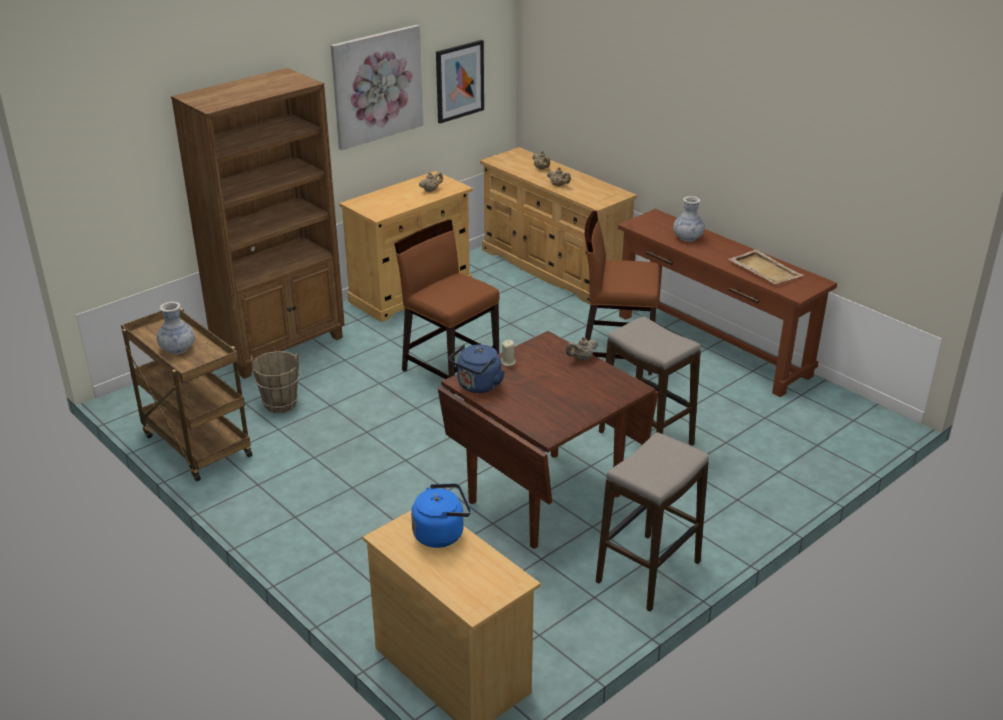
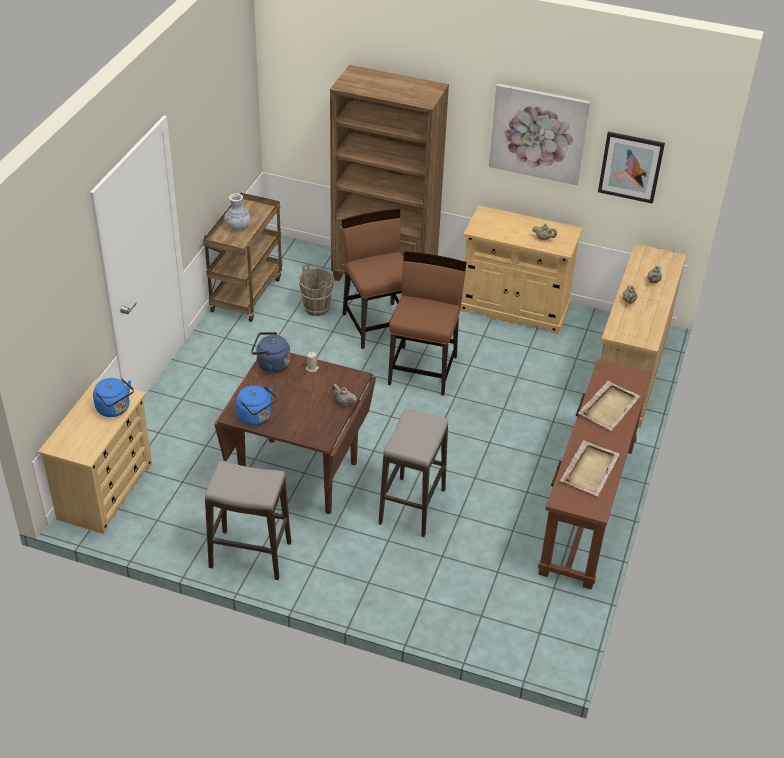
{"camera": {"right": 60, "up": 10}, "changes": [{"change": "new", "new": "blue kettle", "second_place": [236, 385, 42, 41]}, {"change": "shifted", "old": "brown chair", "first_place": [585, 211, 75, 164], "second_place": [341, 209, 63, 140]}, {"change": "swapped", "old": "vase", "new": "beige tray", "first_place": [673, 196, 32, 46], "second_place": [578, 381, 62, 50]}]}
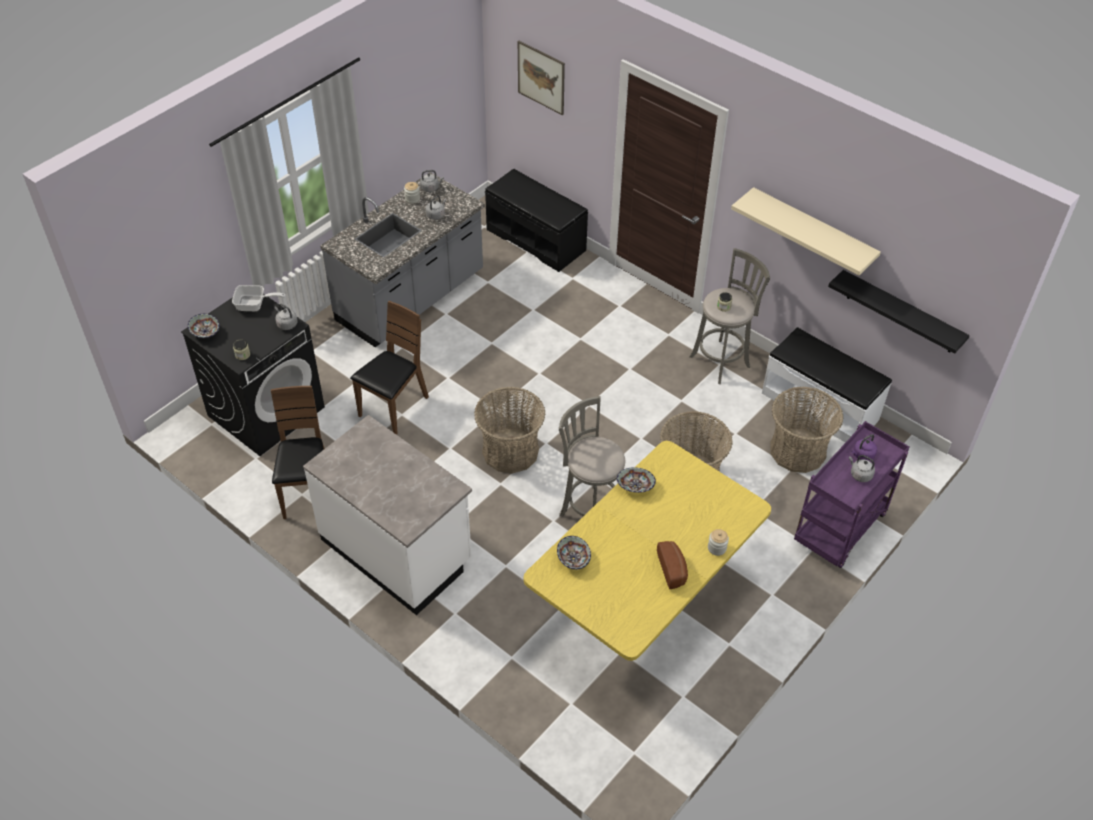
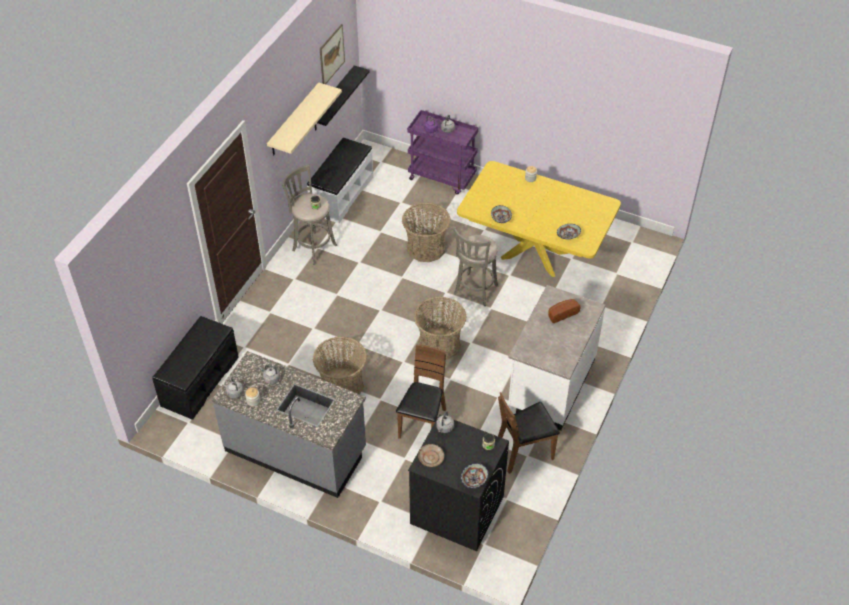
{"camera": {"right": -105, "up": 0}, "changes": [{"change": "shifted", "old": "basket", "first_place": [770, 387, 74, 86], "second_place": [313, 336, 54, 58]}, {"change": "shifted", "old": "picture", "first_place": [518, 41, 47, 74], "second_place": [320, 24, 25, 60]}, {"change": "rotated", "old": "brown chair", "first_place": [350, 301, 79, 134], "second_place": [396, 344, 50, 95], "degrees": 90}, {"change": "swapped", "old": "frying pan", "new": "beige plate", "first_place": [232, 285, 53, 26], "second_place": [418, 444, 26, 23]}, {"change": "shifted", "old": "bread", "first_place": [657, 541, 31, 48], "second_place": [548, 299, 32, 24]}]}
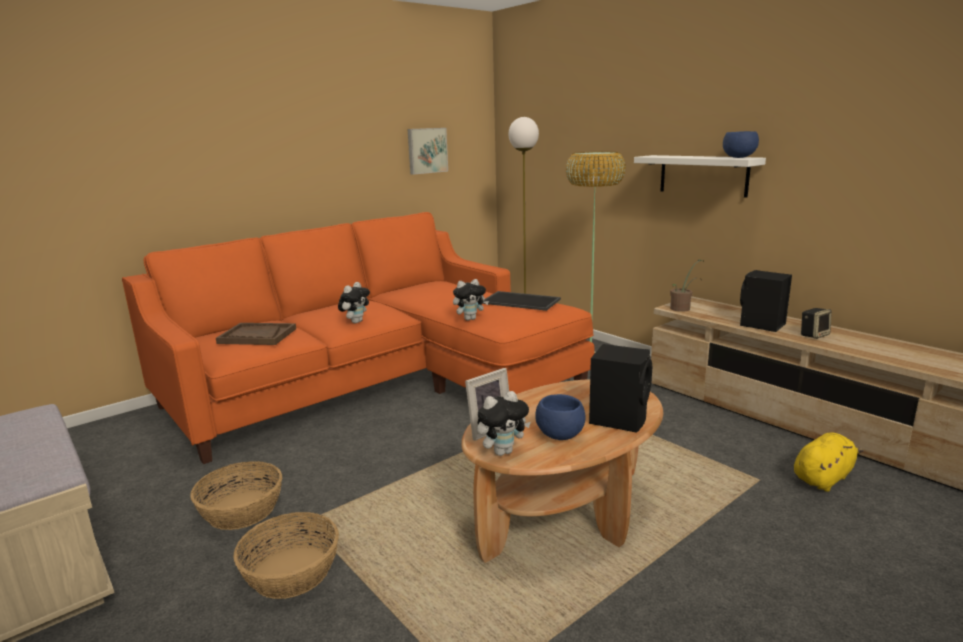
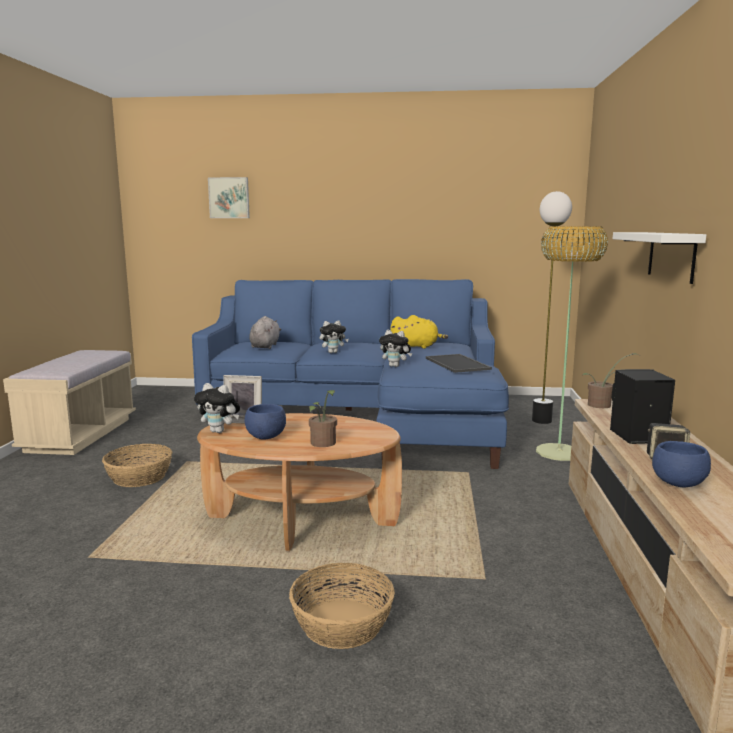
{"camera": {"right": 45, "up": -5}, "changes": [{"change": "repainted", "old": "orange sofa", "new": "blue sofa", "first_place": [122, 212, 472, 252], "second_place": [192, 279, 317, 190]}, {"change": "shifted", "old": "picture", "first_place": [408, 128, 40, 47], "second_place": [208, 177, 42, 41]}, {"change": "swapped", "old": "brown tray", "new": "grey plush toy", "first_place": [216, 323, 80, 22], "second_place": [249, 316, 32, 33]}, {"change": "shifted", "old": "basket", "first_place": [190, 461, 92, 69], "second_place": [289, 563, 106, 86]}, {"change": "swapped", "old": "black speaker", "new": "potted plant", "first_place": [589, 344, 63, 89], "second_place": [309, 390, 28, 57]}, {"change": "shifted", "old": "yellow plush toy", "first_place": [794, 433, 70, 59], "second_place": [391, 315, 57, 34]}, {"change": "shifted", "old": "blue bowl", "first_place": [723, 131, 36, 27], "second_place": [652, 441, 59, 47]}]}
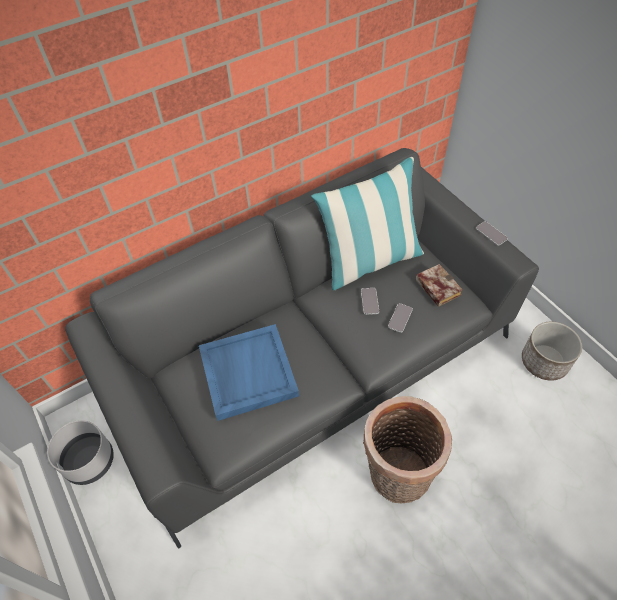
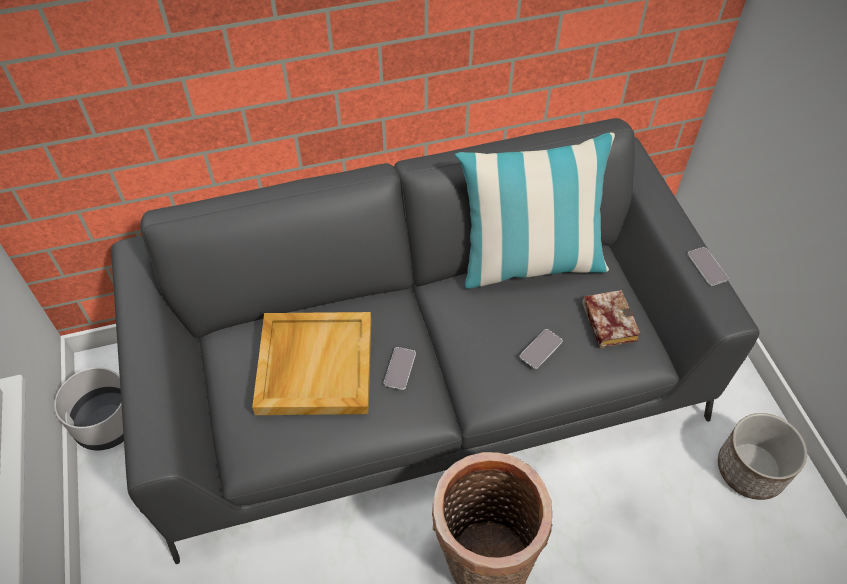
{"camera": {"right": 15, "up": 0}, "changes": [{"change": "repainted", "old": "blue tray", "new": "beige tray", "first_place": [199, 324, 100, 97], "second_place": [252, 312, 119, 103]}, {"change": "shifted", "old": "phone", "first_place": [361, 288, 18, 27], "second_place": [384, 347, 32, 43]}]}
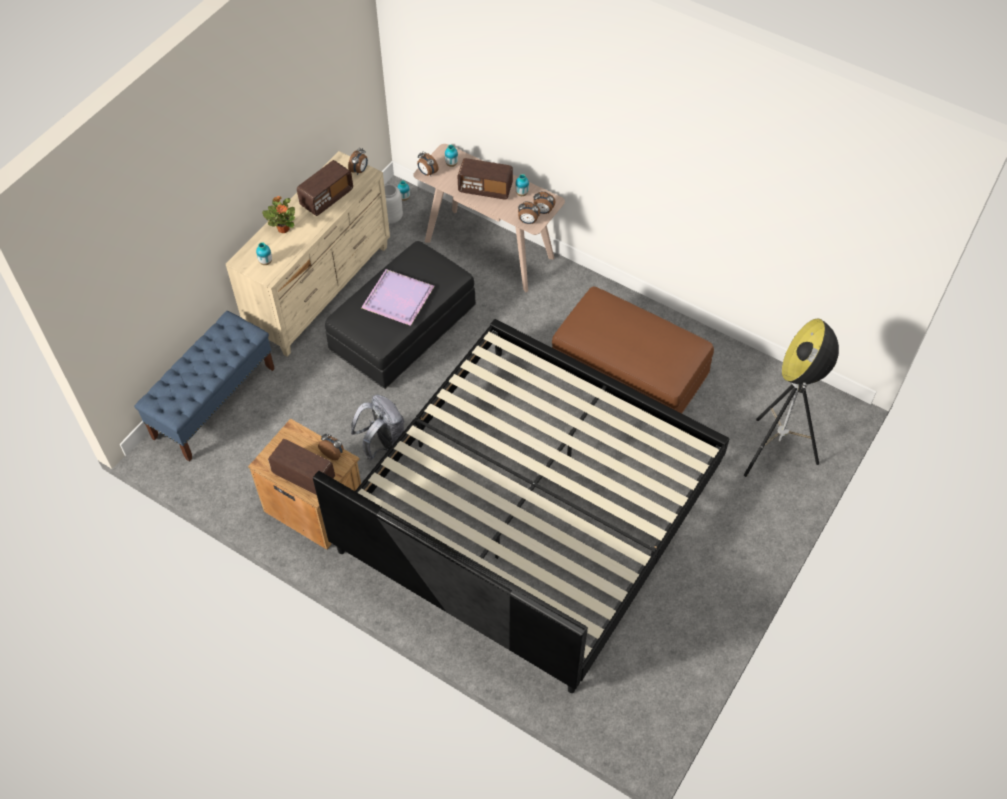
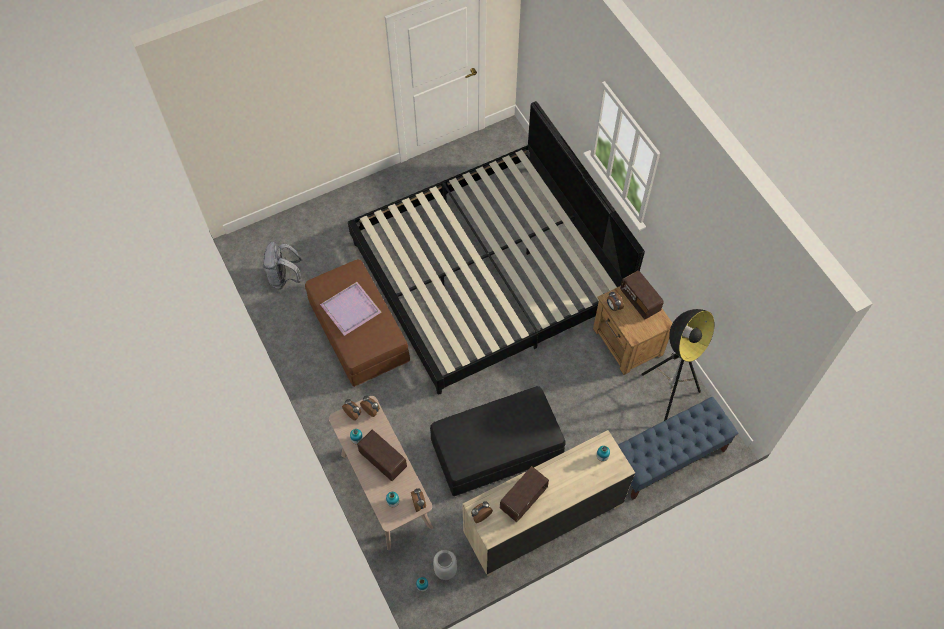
{"camera": {"right": -150, "up": 5}, "changes": [{"change": "shifted", "old": "grey backpack", "first_place": [351, 395, 53, 66], "second_place": [262, 242, 40, 47]}, {"change": "shifted", "old": "purple tray", "first_place": [361, 269, 74, 57], "second_place": [320, 282, 61, 54]}, {"change": "rotated", "old": "radio", "first_place": [297, 160, 56, 56], "second_place": [500, 466, 49, 56], "degrees": 150}, {"change": "shifted", "old": "floor lamp", "first_place": [744, 318, 95, 159], "second_place": [642, 309, 73, 112]}, {"change": "gone", "old": "potted plant", "first_place": [262, 196, 33, 37]}]}
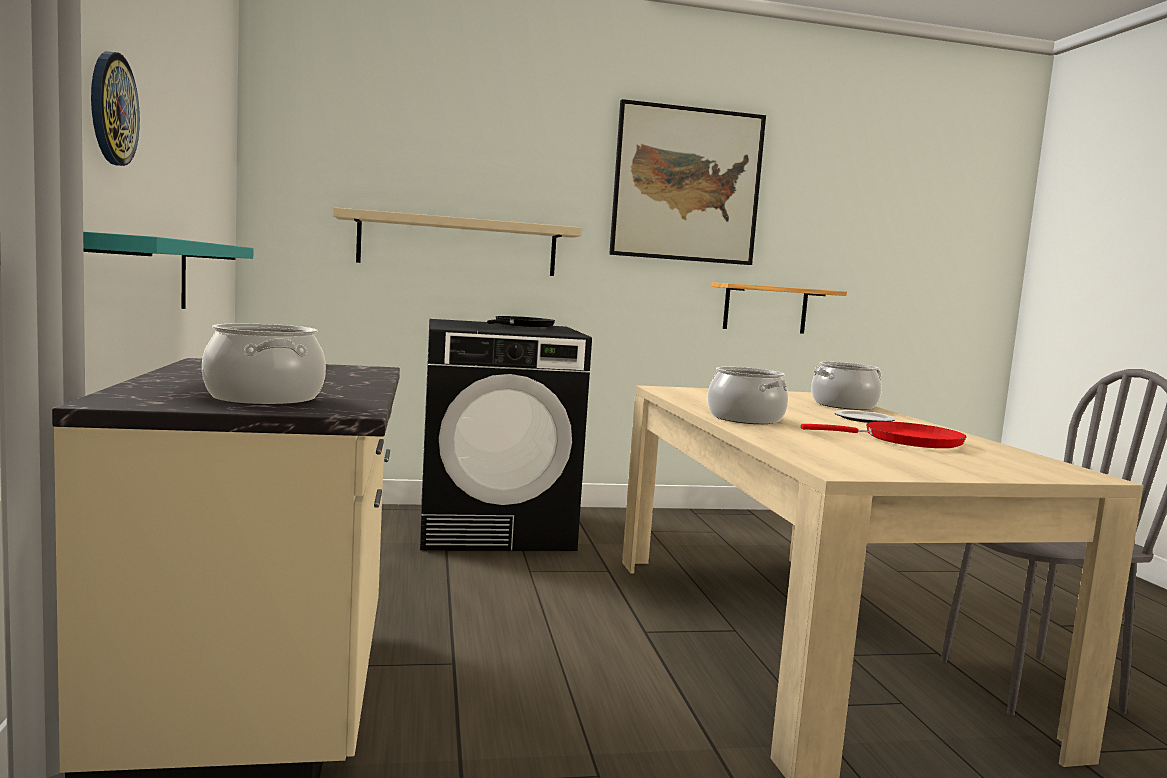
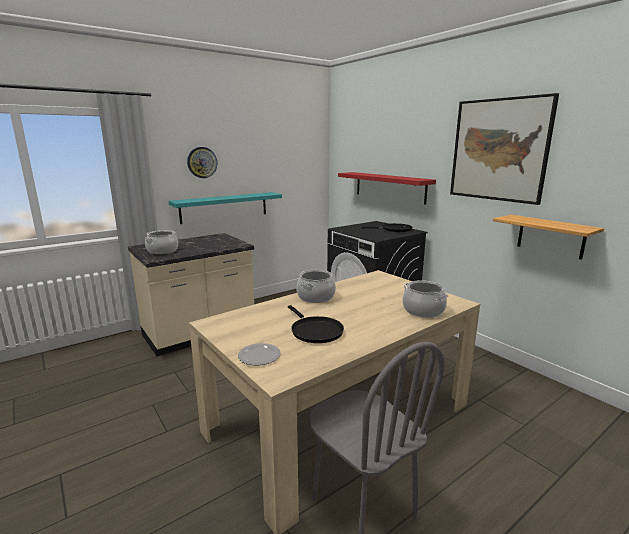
{"camera": {"right": 65, "up": 10}, "changes": [{"change": "shifted", "old": "plate", "first_place": [834, 410, 62, 13], "second_place": [238, 343, 43, 22]}, {"change": "repainted", "old": "red frying pan", "new": "black frying pan", "first_place": [801, 421, 165, 27], "second_place": [288, 305, 56, 38]}, {"change": "repainted", "old": "beige shelf", "new": "red shelf", "first_place": [333, 207, 249, 69], "second_place": [338, 172, 98, 33]}]}
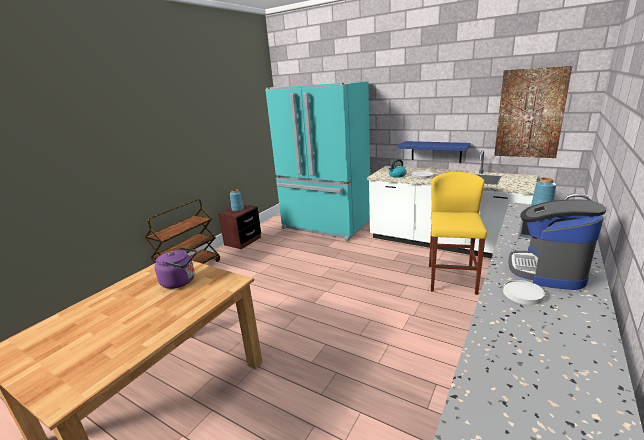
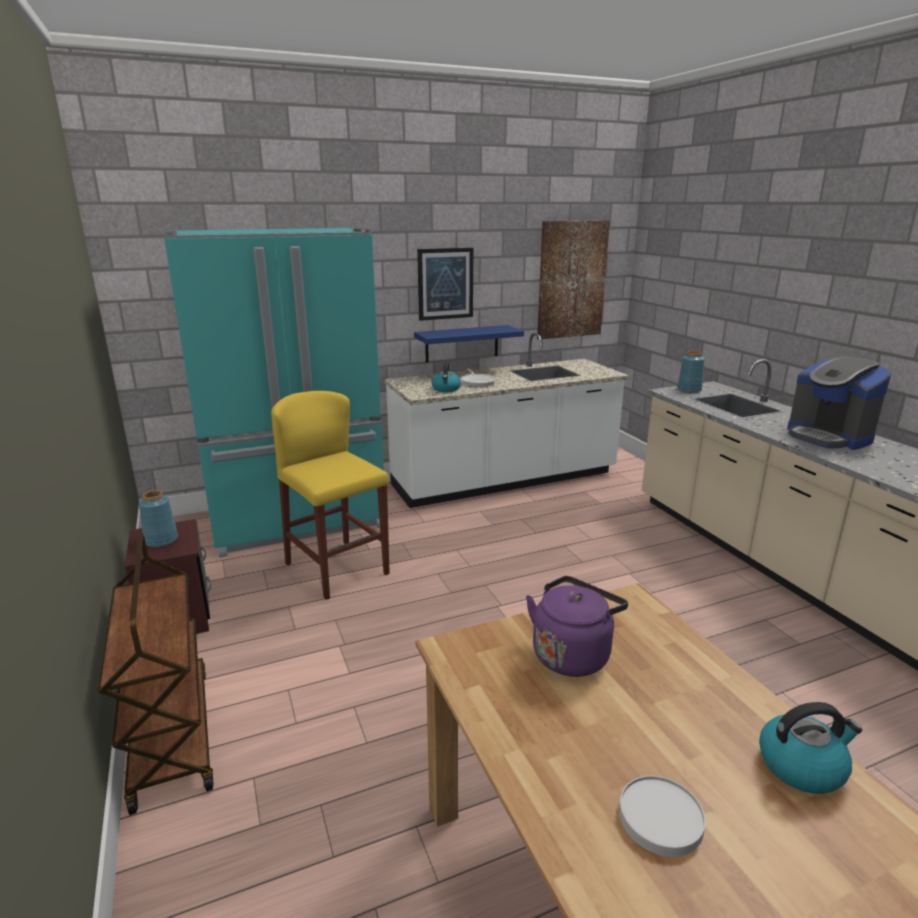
{"camera": {"right": -55, "up": 0}, "changes": [{"change": "shifted", "old": "yellow stool", "first_place": [429, 172, 58, 123], "second_place": [271, 391, 119, 209]}, {"change": "new", "new": "picture", "second_place": [417, 247, 56, 74]}, {"change": "shifted", "old": "white plate", "first_place": [503, 280, 42, 25], "second_place": [619, 776, 87, 81]}, {"change": "new", "new": "kettle", "second_place": [759, 702, 103, 92]}]}
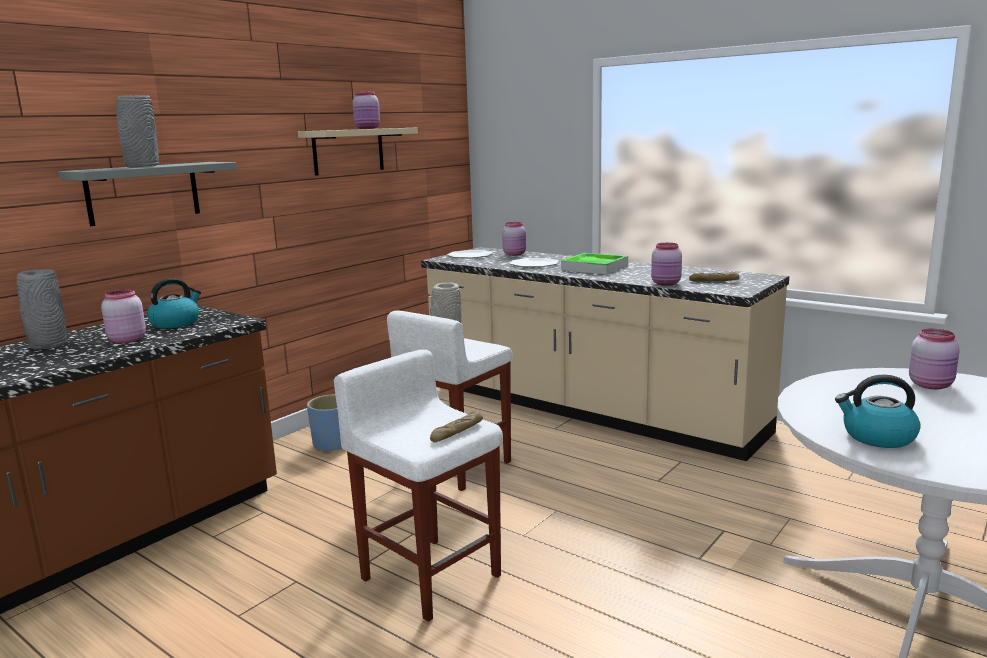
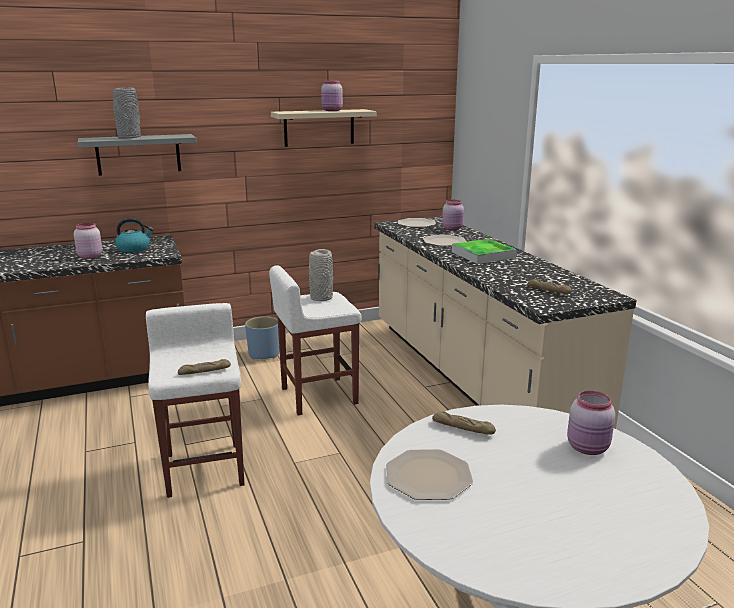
{"camera": {"right": 30, "up": 5}, "changes": [{"change": "swapped", "old": "kettle", "new": "plate", "first_place": [835, 375, 86, 73], "second_place": [386, 449, 87, 51]}, {"change": "new", "new": "bread", "second_place": [432, 411, 64, 24]}, {"change": "gone", "old": "grey vase", "first_place": [16, 270, 51, 79]}, {"change": "gone", "old": "pink jar", "first_place": [651, 243, 31, 43]}]}
